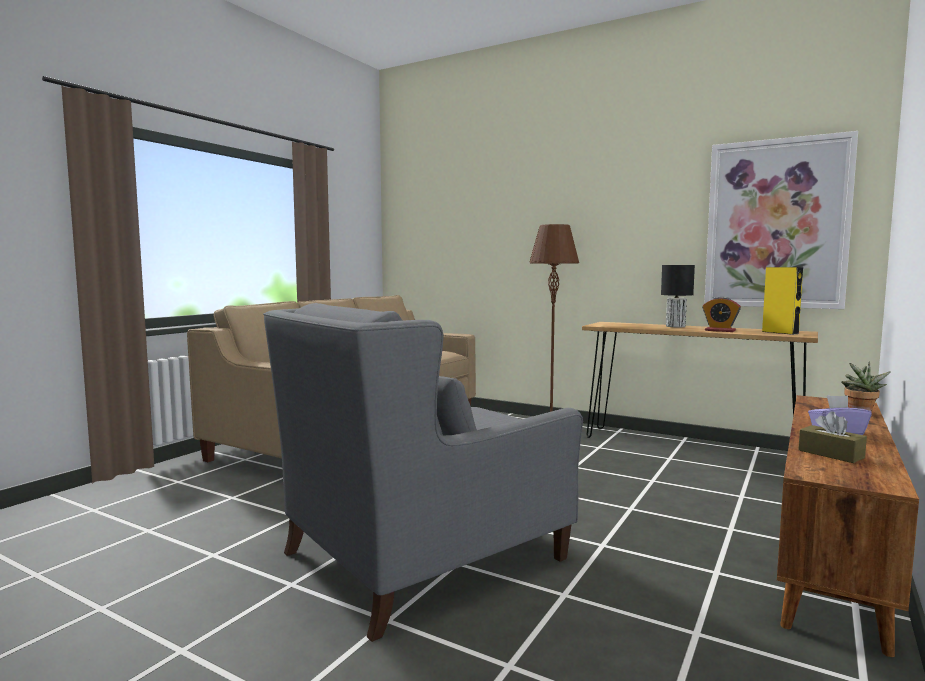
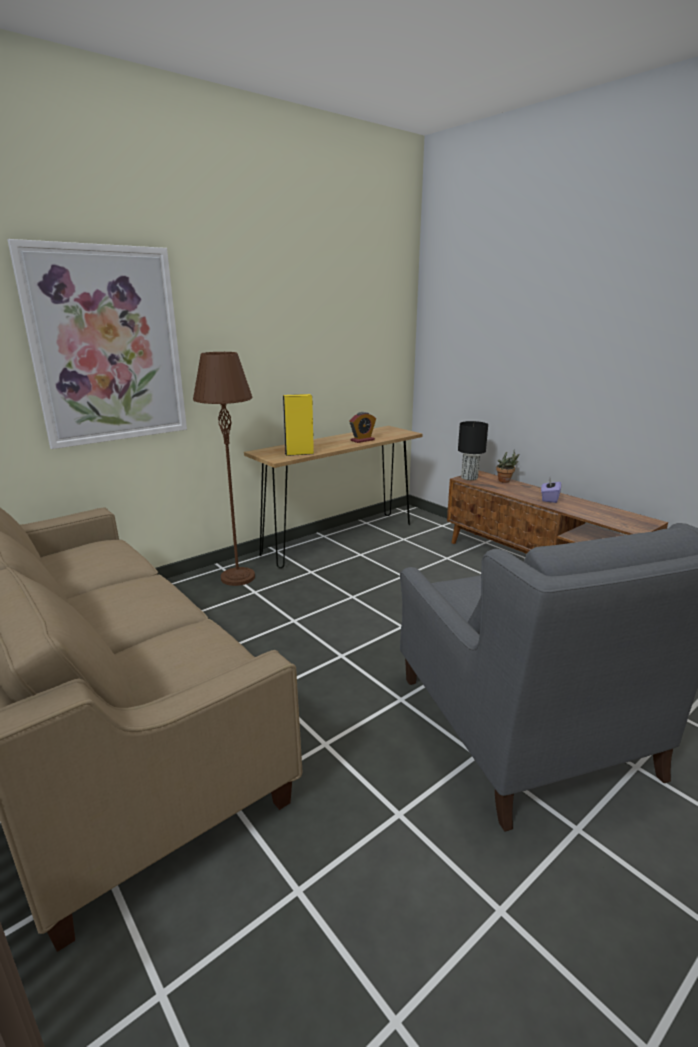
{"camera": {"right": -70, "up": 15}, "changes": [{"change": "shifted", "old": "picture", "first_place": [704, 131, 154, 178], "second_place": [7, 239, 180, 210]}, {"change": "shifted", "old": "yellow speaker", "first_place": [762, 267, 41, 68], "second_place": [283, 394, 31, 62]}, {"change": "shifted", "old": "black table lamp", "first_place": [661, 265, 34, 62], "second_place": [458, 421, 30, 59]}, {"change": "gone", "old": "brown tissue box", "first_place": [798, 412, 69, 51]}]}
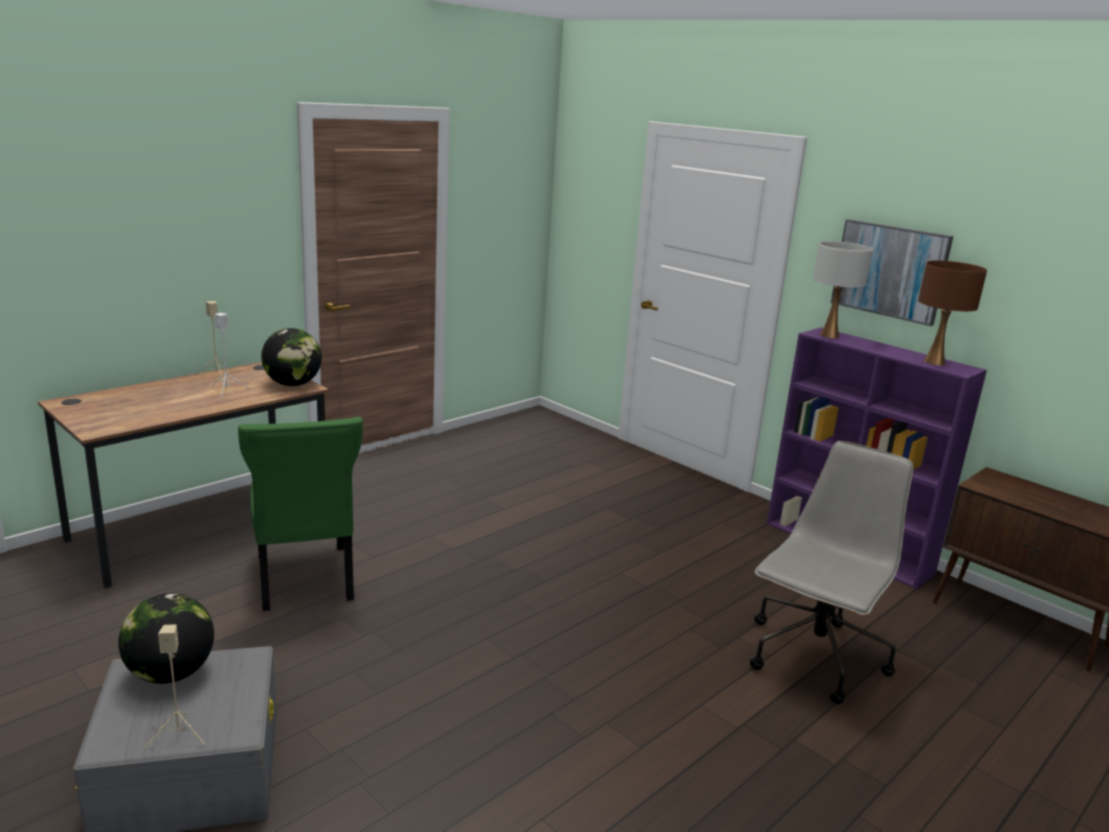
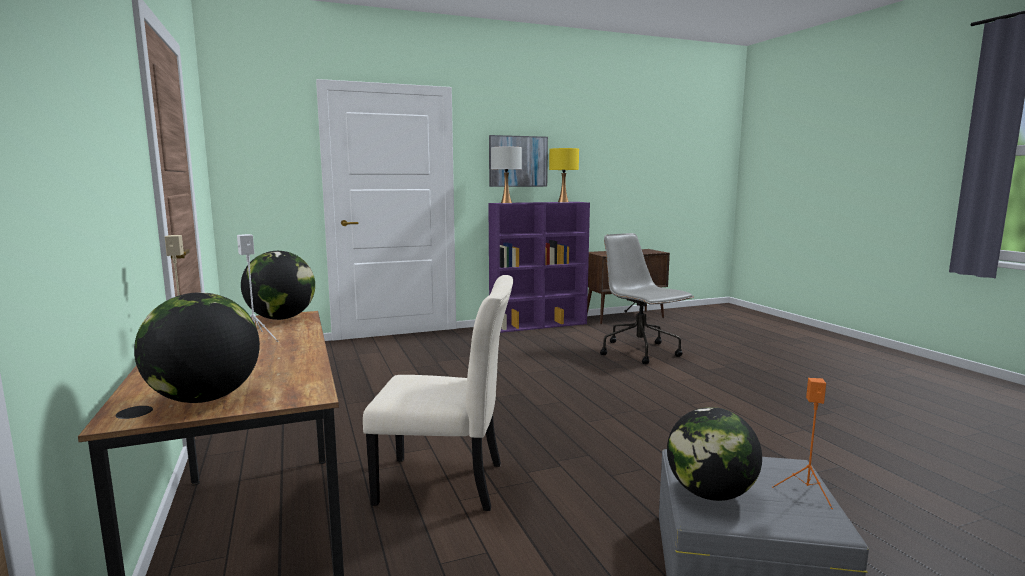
{"camera": {"right": -65, "up": -10}, "changes": [{"change": "new", "new": "globe", "second_place": [134, 292, 126, 111]}, {"change": "repainted", "old": "green chair", "new": "beige chair", "first_place": [238, 417, 125, 194], "second_place": [363, 275, 150, 236]}, {"change": "repainted", "old": "brown table lamp", "new": "yellow table lamp", "first_place": [918, 260, 69, 105], "second_place": [549, 148, 30, 54]}, {"change": "repainted", "old": "beige speaker", "new": "orange speaker", "first_place": [142, 624, 65, 127], "second_place": [772, 378, 61, 131]}]}
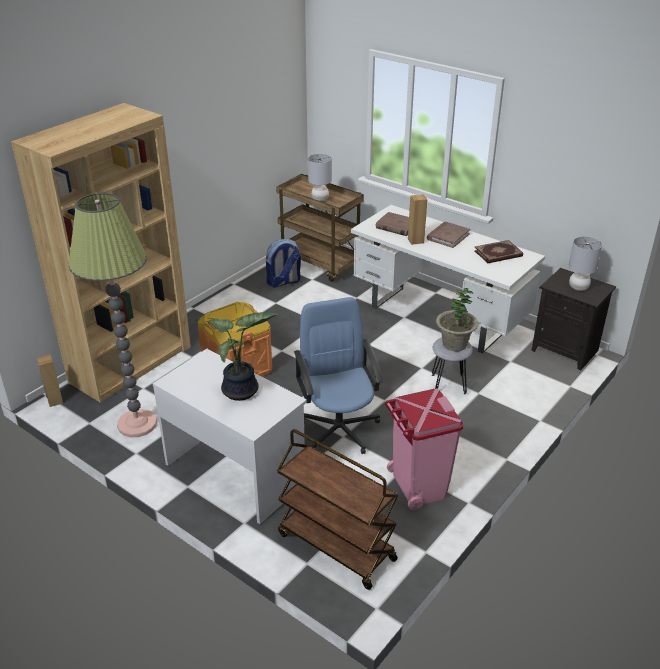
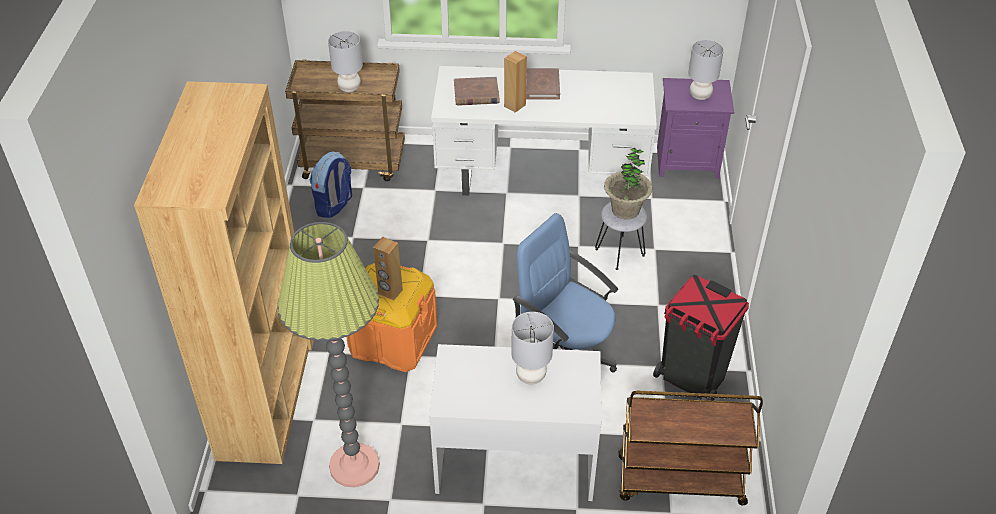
{"camera": {"right": -35, "up": 10}, "changes": [{"change": "shifted", "old": "brown speaker", "first_place": [37, 354, 26, 53], "second_place": [373, 237, 30, 64]}, {"change": "swapped", "old": "potted plant", "new": "grey table lamp", "first_place": [209, 312, 70, 89], "second_place": [511, 312, 43, 73]}, {"change": "repainted", "old": "pink trash can", "new": "black trash can", "first_place": [385, 388, 78, 122], "second_place": [653, 275, 96, 126]}, {"change": "repainted", "old": "black nightstand", "new": "purple nightstand", "first_place": [531, 268, 85, 102], "second_place": [657, 78, 77, 101]}, {"change": "gone", "old": "book", "first_place": [475, 240, 48, 23]}]}
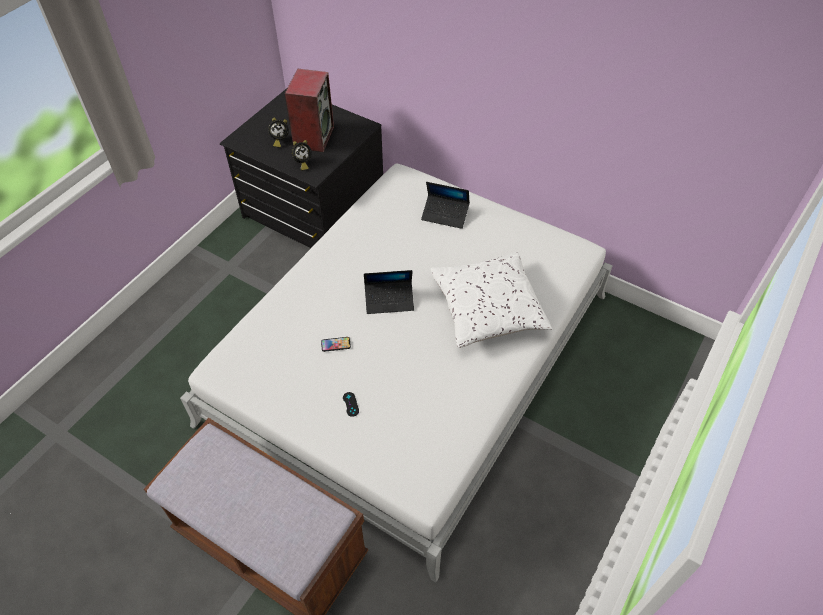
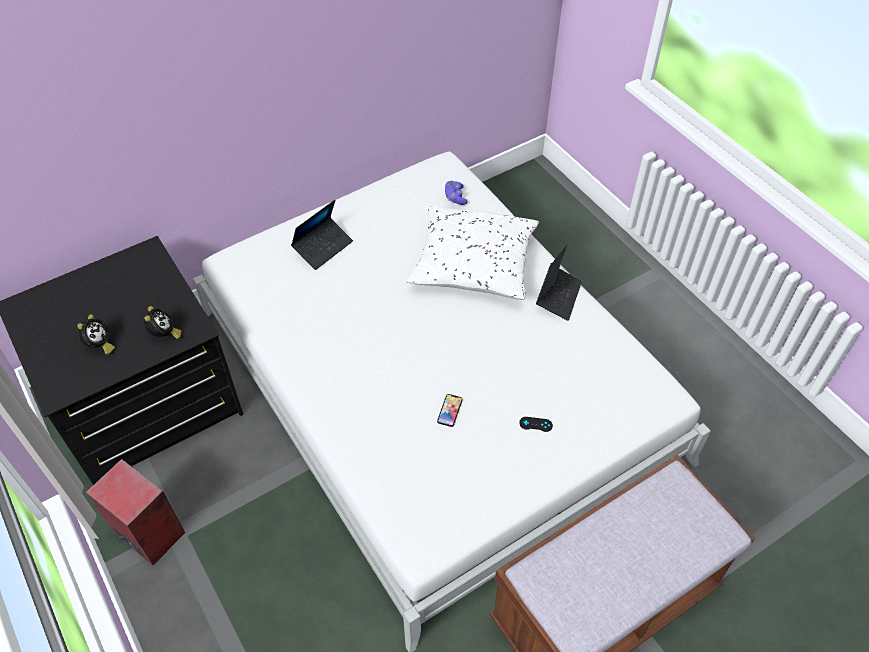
{"camera": {"right": -65, "up": 0}, "changes": [{"change": "shifted", "old": "speaker", "first_place": [285, 68, 49, 84], "second_place": [86, 459, 99, 106]}, {"change": "new", "new": "purple game controller", "second_place": [445, 181, 23, 24]}, {"change": "shifted", "old": "laptop", "first_place": [364, 270, 50, 44], "second_place": [536, 245, 46, 76]}]}
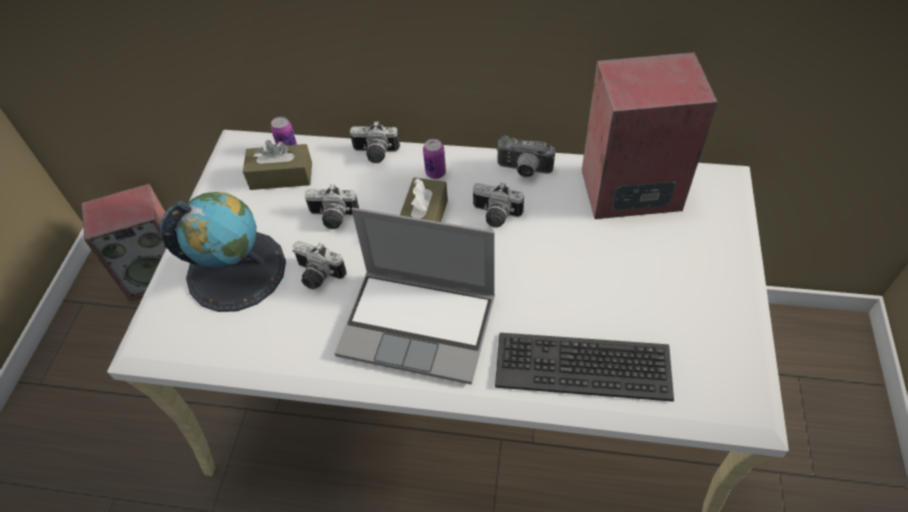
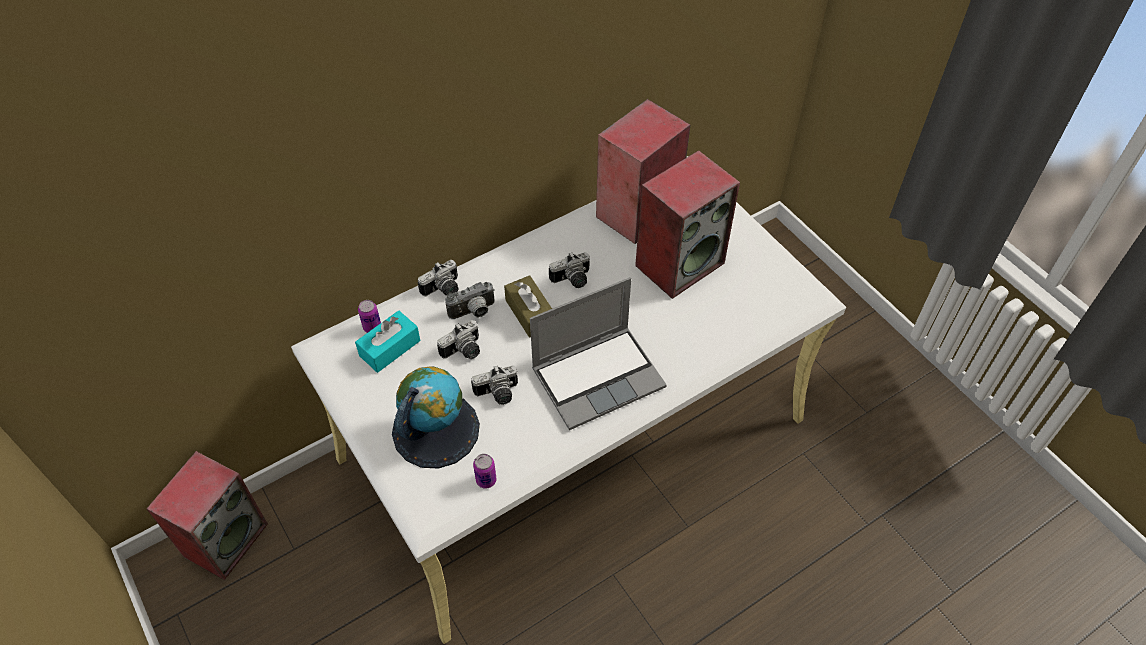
{"camera": {"right": -45, "up": 0}, "changes": [{"change": "repainted", "old": "brown tissue box", "new": "turquoise tissue box", "first_place": [243, 140, 69, 50], "second_place": [355, 310, 65, 63]}, {"change": "shifted", "old": "photo camera", "first_place": [496, 136, 59, 41], "second_place": [445, 282, 50, 37]}, {"change": "shifted", "old": "can", "first_place": [423, 139, 23, 40], "second_place": [473, 454, 24, 35]}, {"change": "new", "new": "speaker", "second_place": [635, 150, 105, 149]}, {"change": "gone", "old": "keyboard", "first_place": [495, 333, 179, 69]}]}
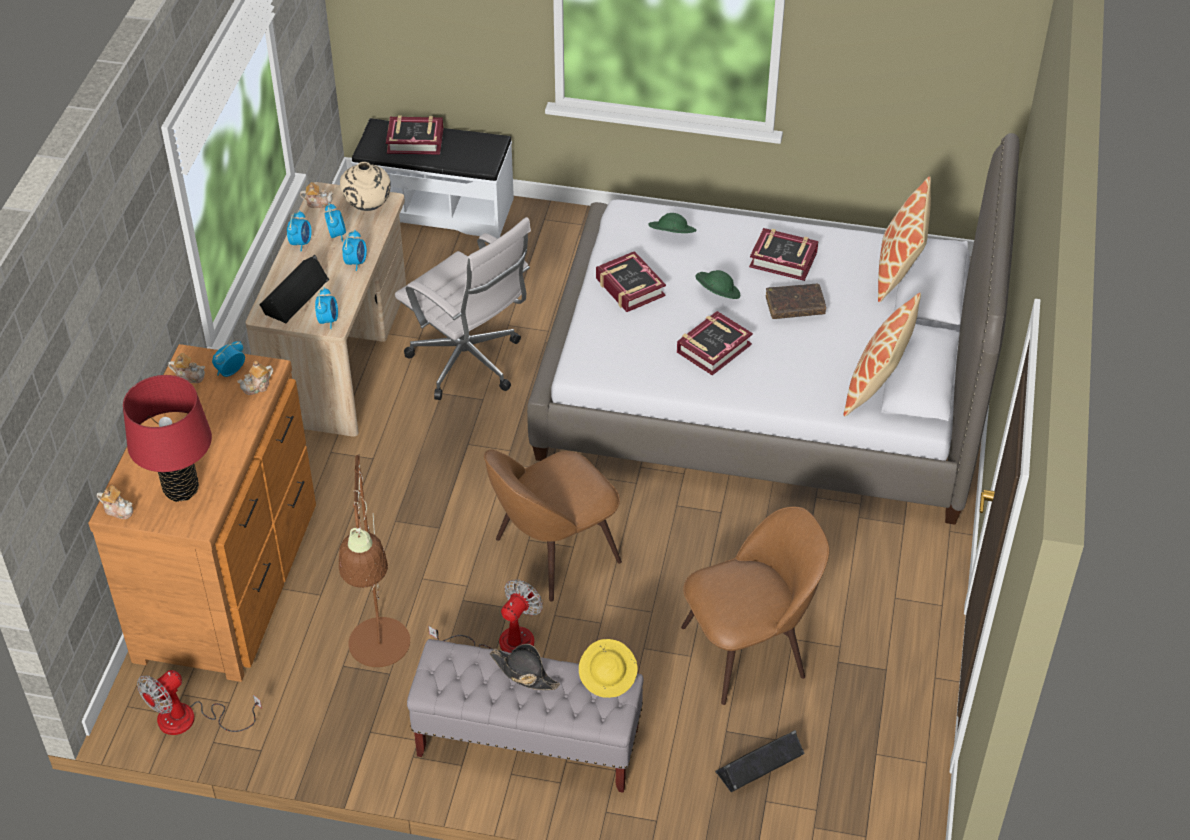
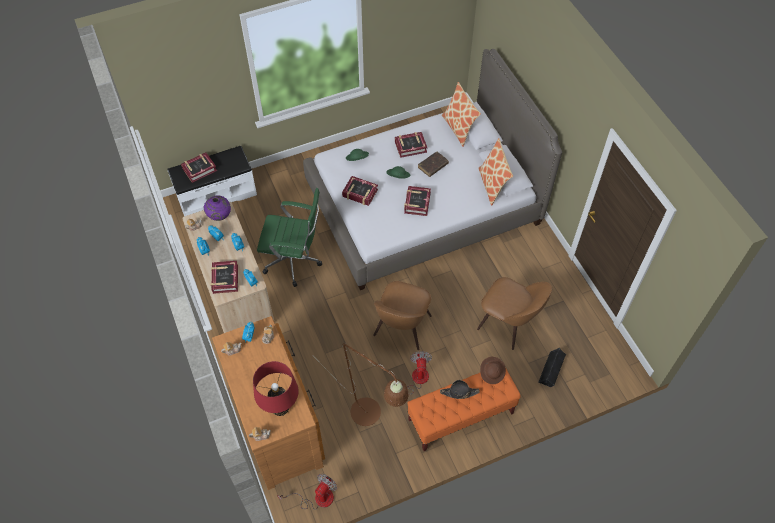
{"camera": {"right": -35, "up": 10}, "changes": [{"change": "repainted", "old": "beige vase", "new": "purple vase", "first_place": [340, 162, 51, 49], "second_place": [204, 195, 27, 26]}, {"change": "swapped", "old": "black speaker", "new": "book", "first_place": [259, 255, 70, 69], "second_place": [211, 261, 27, 33]}, {"change": "repainted", "old": "white office chair", "new": "green office chair", "first_place": [395, 217, 136, 183], "second_place": [257, 188, 65, 99]}, {"change": "rotated", "old": "fan", "first_place": [137, 670, 125, 65], "second_place": [277, 474, 60, 36], "degrees": -150}, {"change": "repainted", "old": "grey bench", "new": "orange bench", "first_place": [407, 639, 236, 154], "second_place": [407, 369, 114, 82]}, {"change": "rotated", "old": "brown chair", "first_place": [681, 507, 148, 198], "second_place": [477, 277, 75, 73], "degrees": 90}, {"change": "repainted", "old": "yellow hat", "new": "brown hat", "first_place": [579, 639, 59, 59], "second_place": [480, 357, 26, 27]}]}
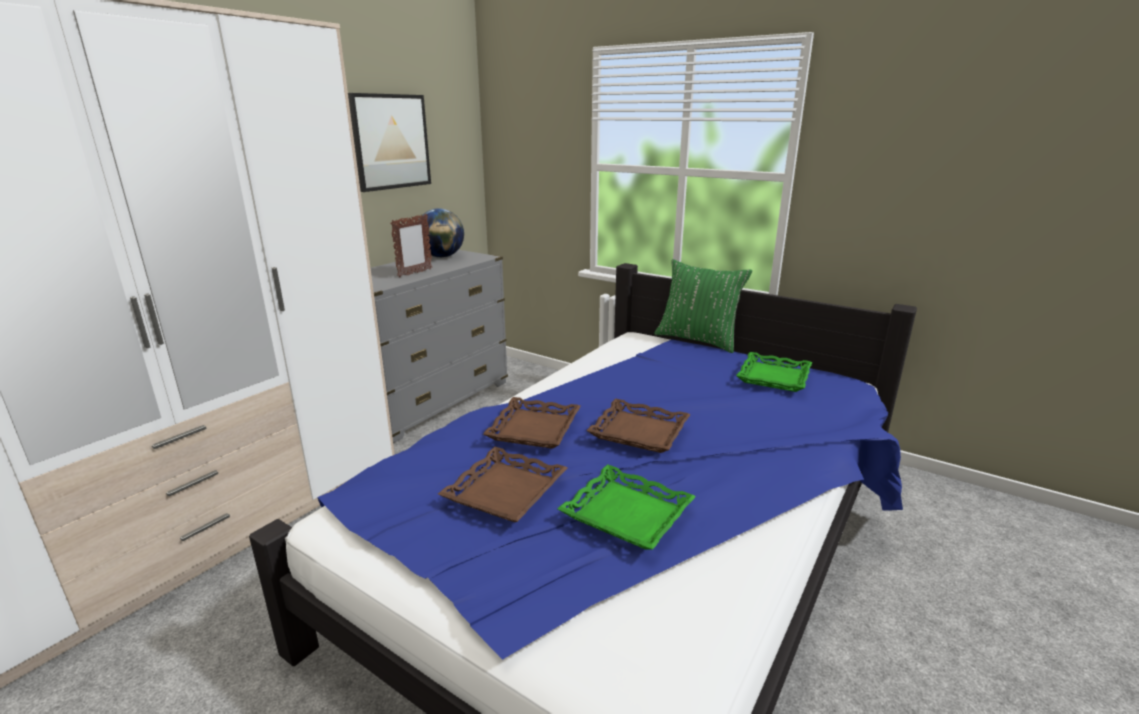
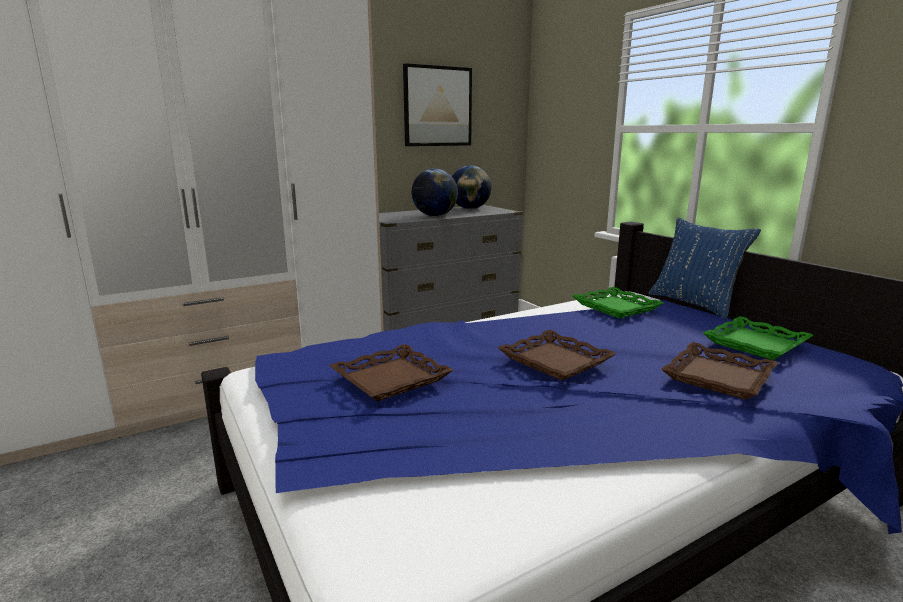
{"camera": {"right": 25, "up": -5}, "changes": [{"change": "swapped", "old": "picture frame", "new": "globe", "first_place": [390, 214, 42, 63], "second_place": [412, 168, 46, 48]}, {"change": "shifted", "old": "green tray", "first_place": [557, 464, 139, 86], "second_place": [572, 287, 92, 31]}, {"change": "repainted", "old": "green pillow", "new": "blue pillow", "first_place": [654, 259, 98, 94], "second_place": [648, 217, 113, 102]}, {"change": "shifted", "old": "brown tray", "first_place": [483, 397, 98, 52], "second_place": [661, 342, 117, 58]}]}
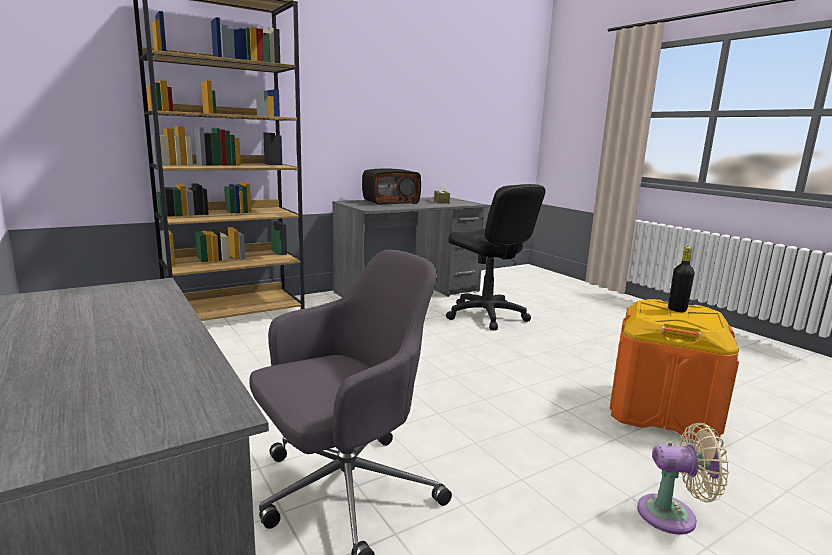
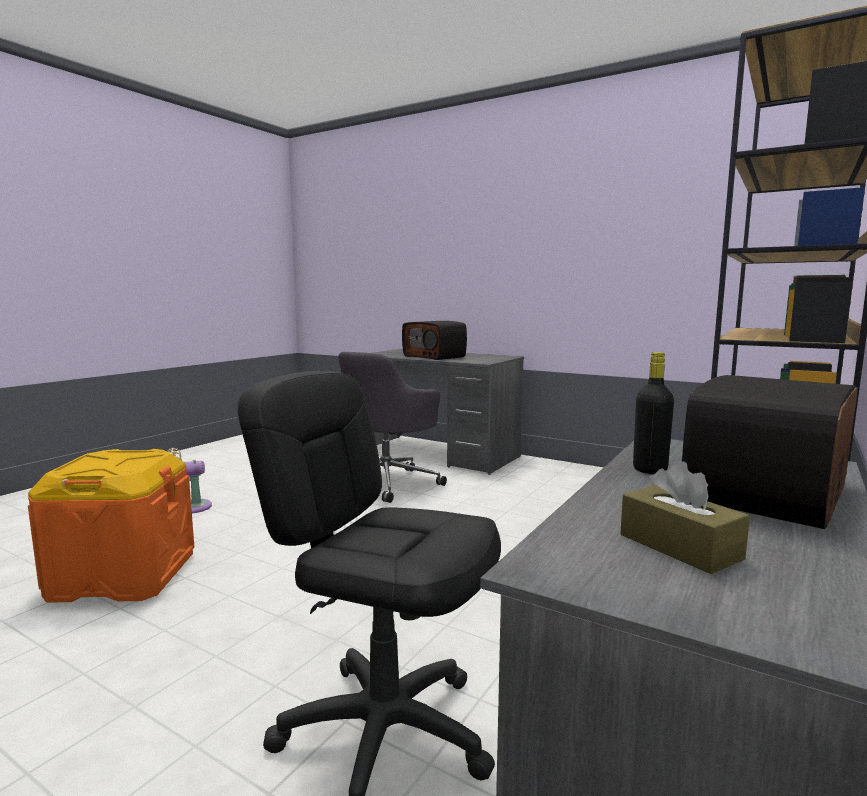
{"camera": {"right": 155, "up": -5}, "changes": [{"change": "new", "new": "radio", "second_place": [402, 321, 65, 39]}, {"change": "shifted", "old": "black bottle", "first_place": [668, 247, 27, 65], "second_place": [633, 352, 41, 122]}]}
